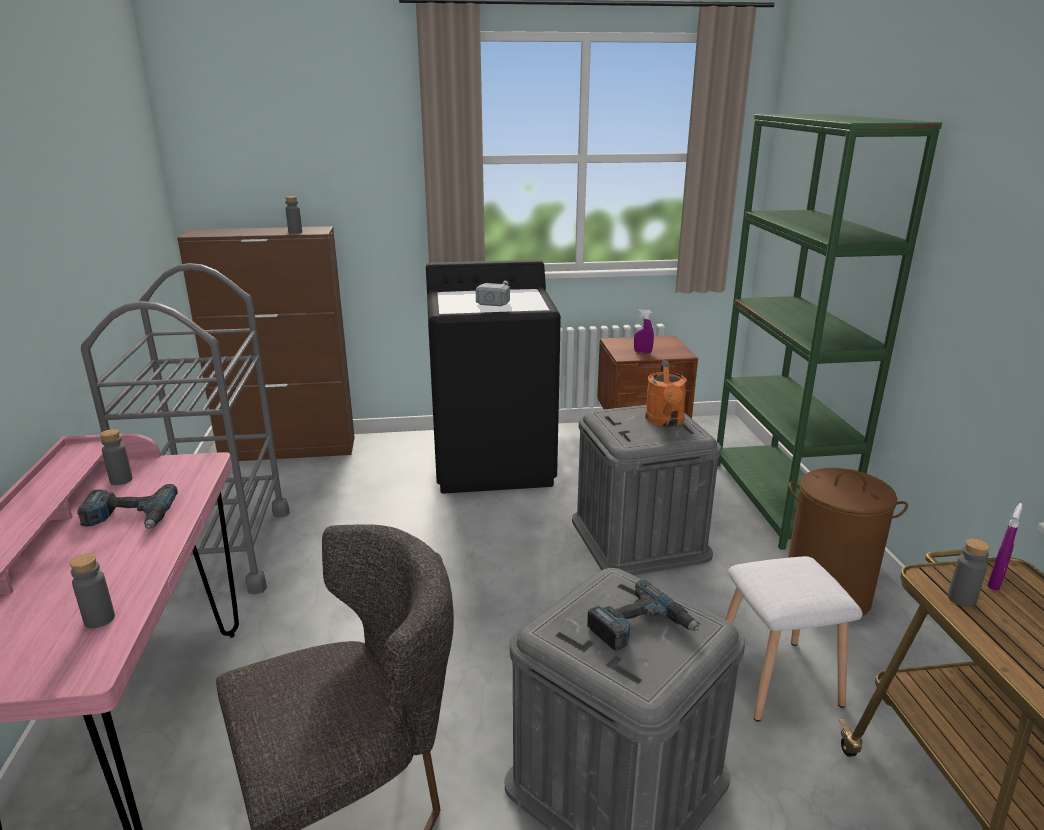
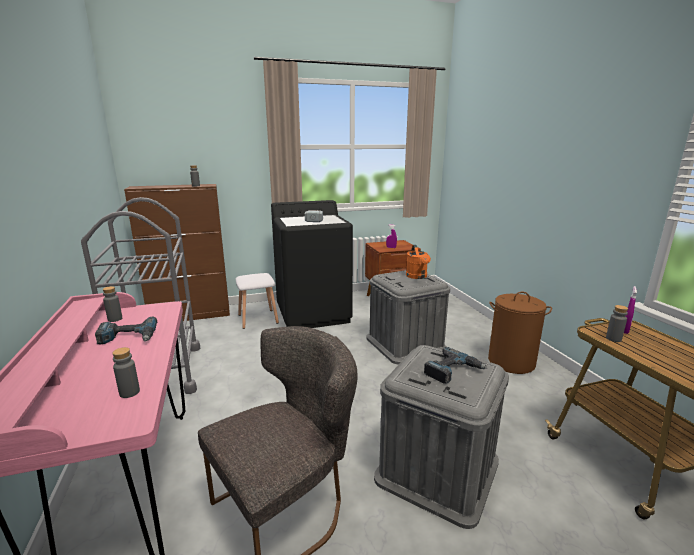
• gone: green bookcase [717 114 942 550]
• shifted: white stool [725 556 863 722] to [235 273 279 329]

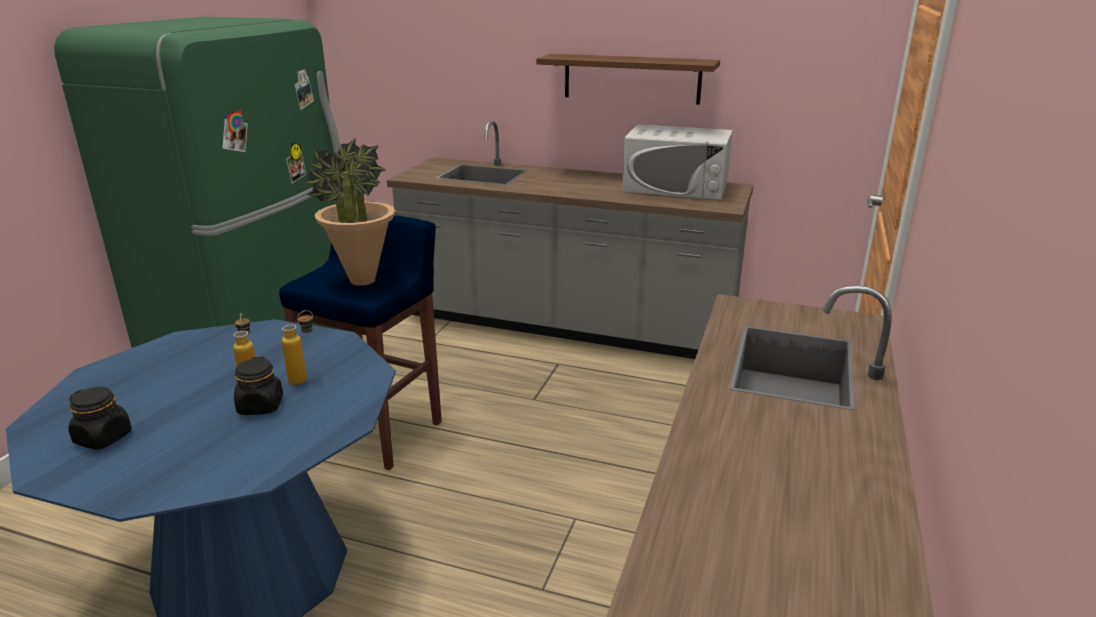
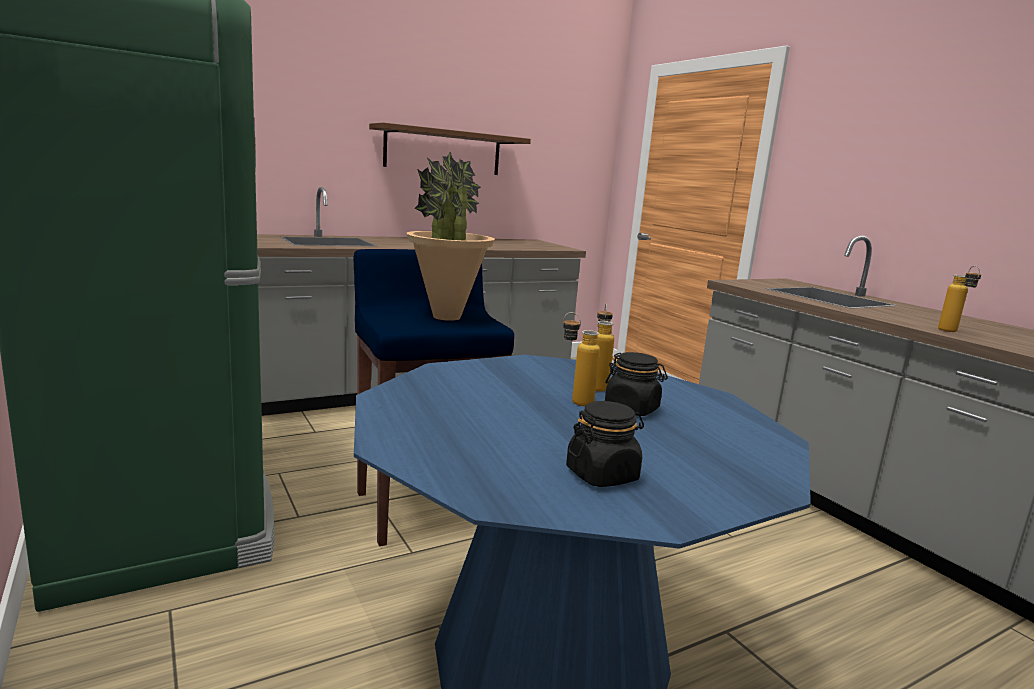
• gone: white microwave [622 125 733 200]
• new: bottle [938 266 981 332]

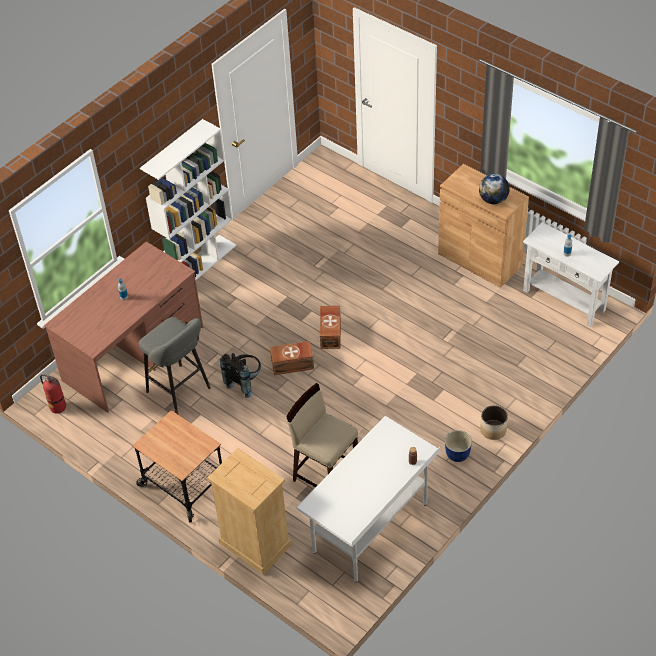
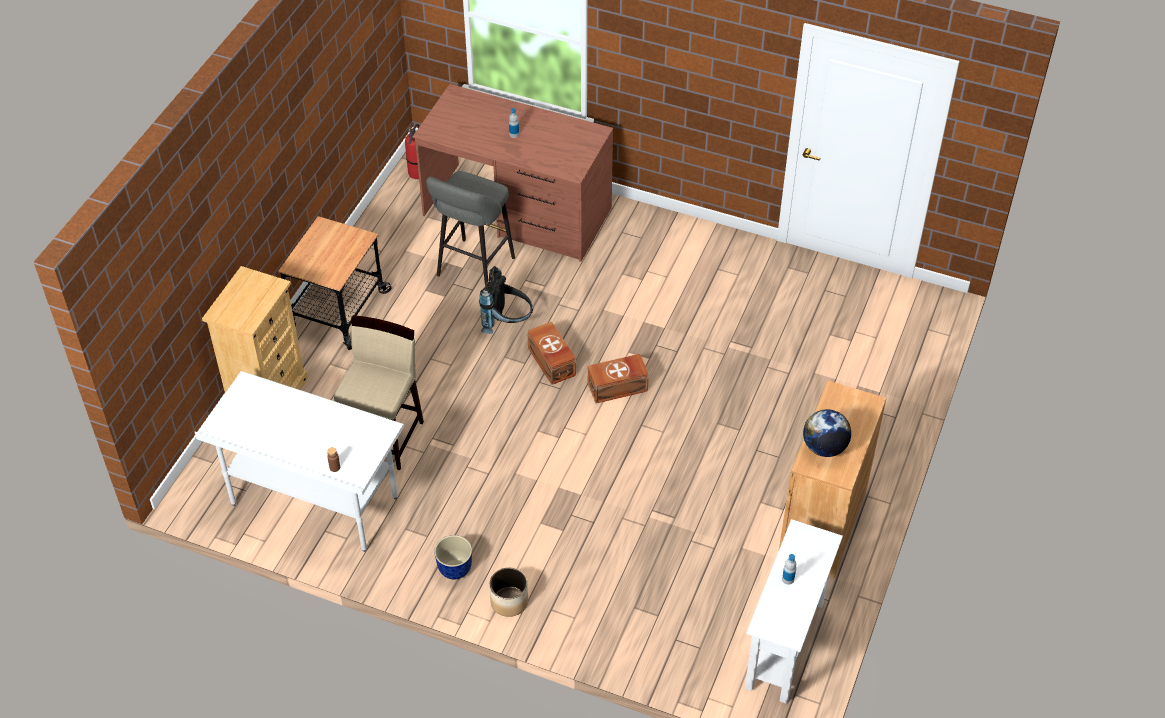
• gone: white bookcase [140 119 236 280]

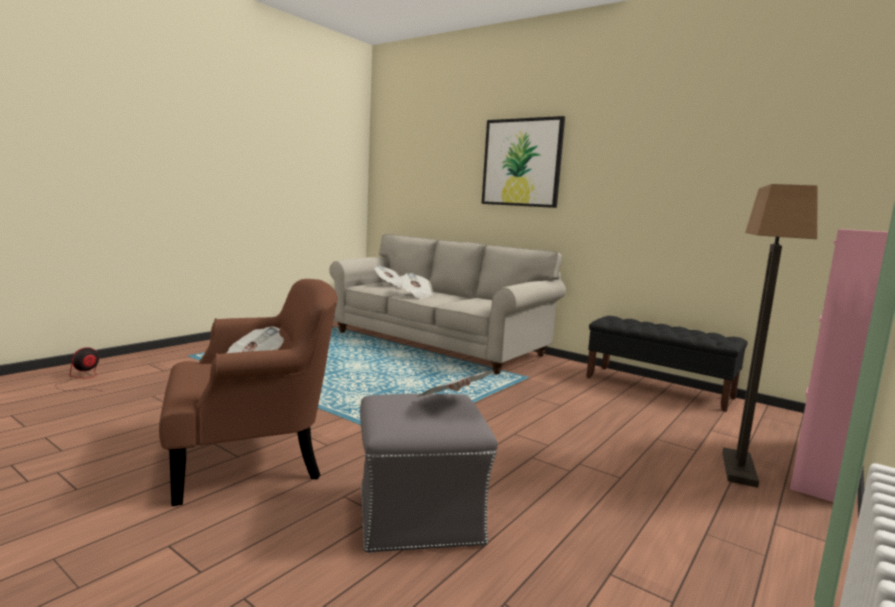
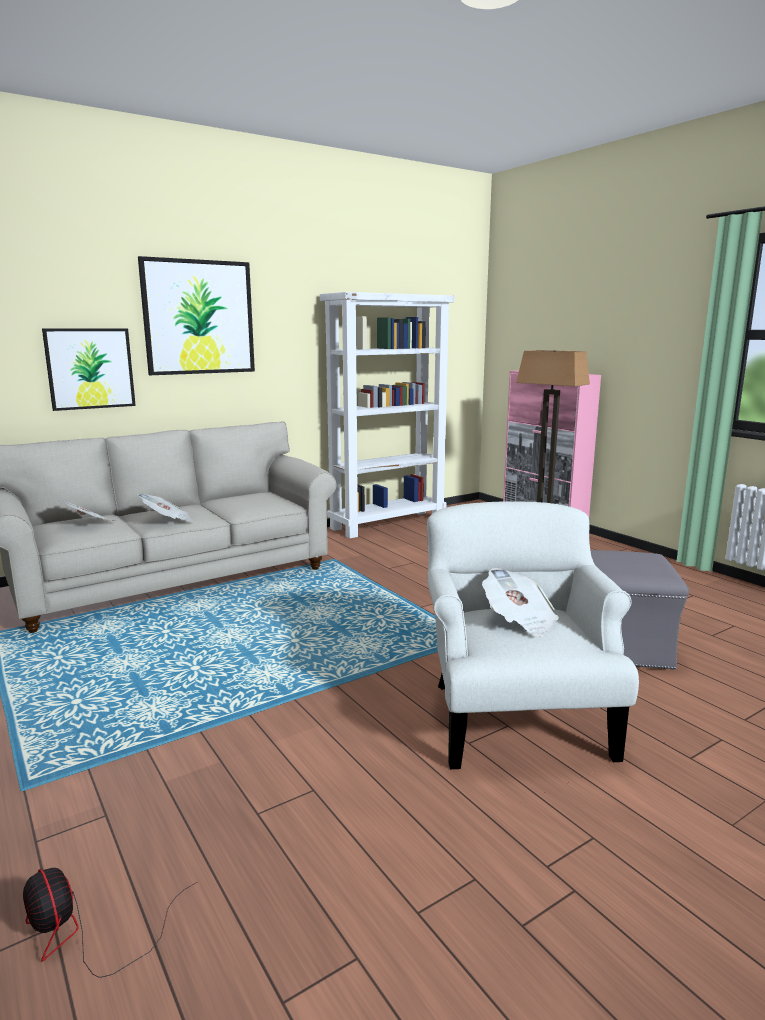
• gone: newspaper [417 371 494 397]
• new: picture [42 328 136 411]
• swapped: black bench [586 316 748 412] to white bookcase [320 292 454 538]
• repainted: brown armchair [159 279 338 506] to white armchair [427 501 639 769]

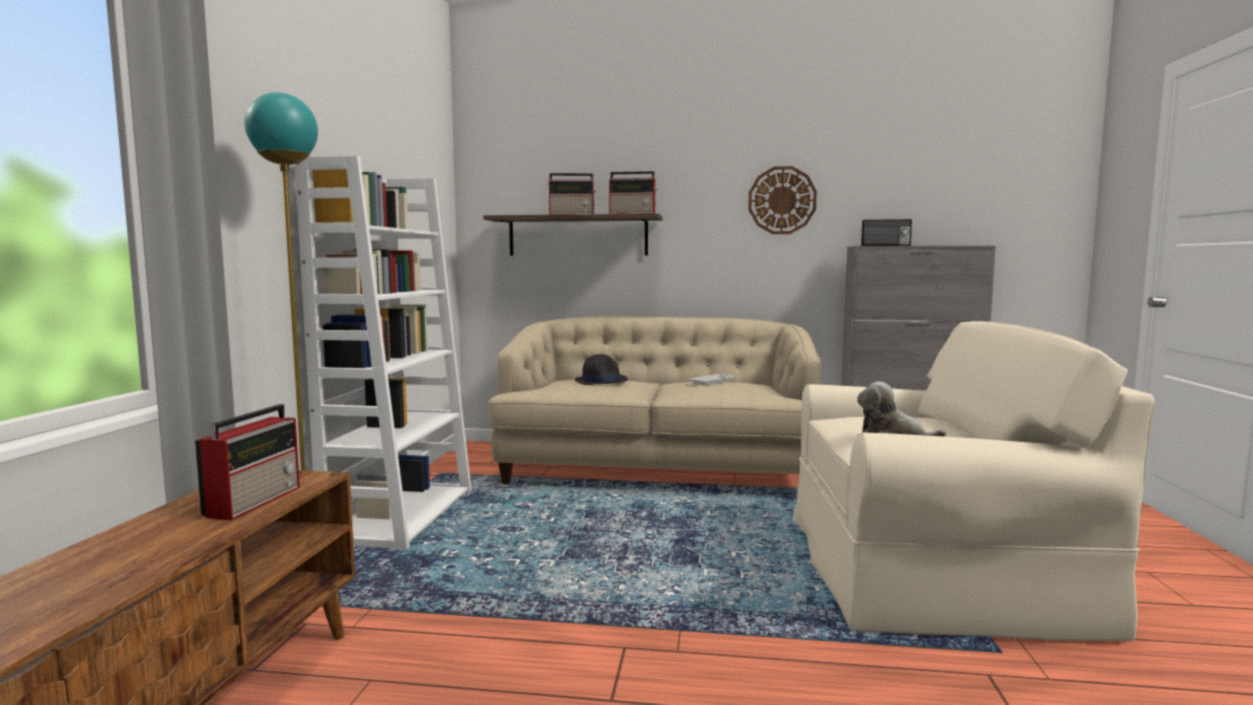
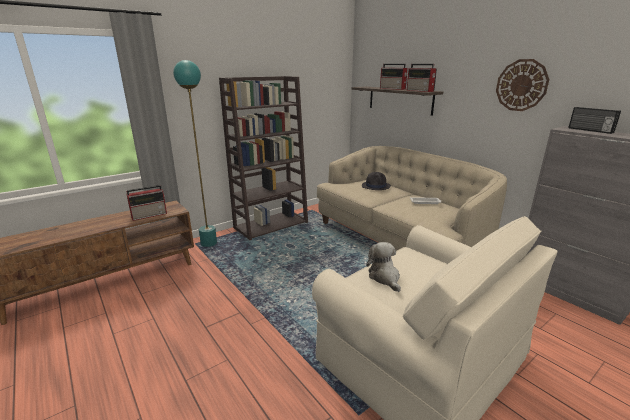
• repainted: white bookcase [295 156 472 549] to brown bookcase [219 76 308 240]

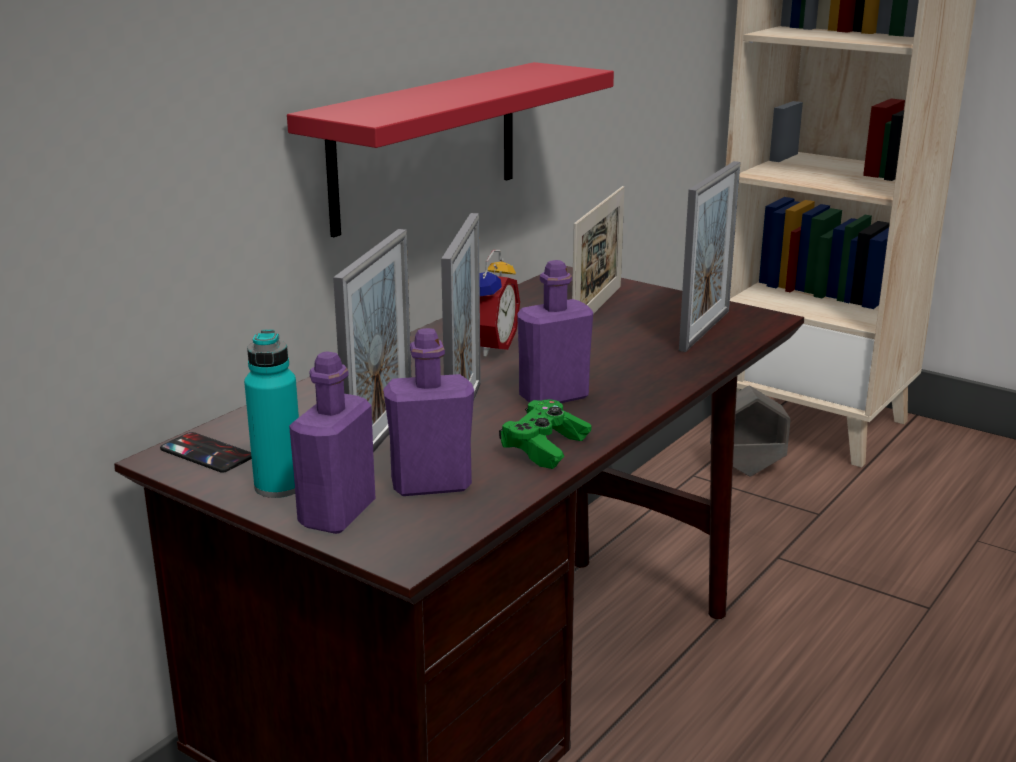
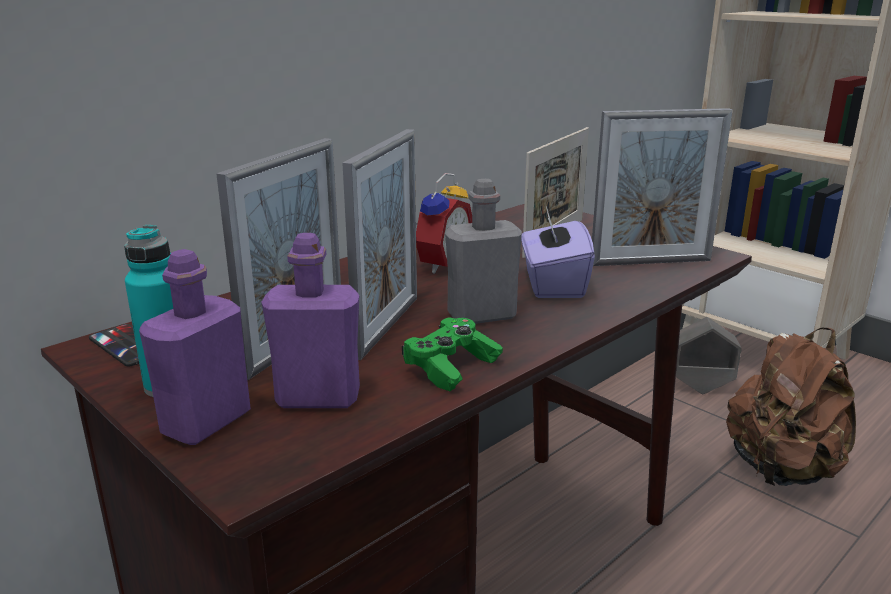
• gone: red shelf [287 62 614 237]
• new: purple tissue box [521 206 595 298]
• new: brown backpack [726 328 856 486]
• repainted: purple bottle [517 260 593 403] to grey bottle [445 179 522 324]
• rotated: picture frame [679 161 741 352] = [592 108 733 266] 45 degrees clockwise

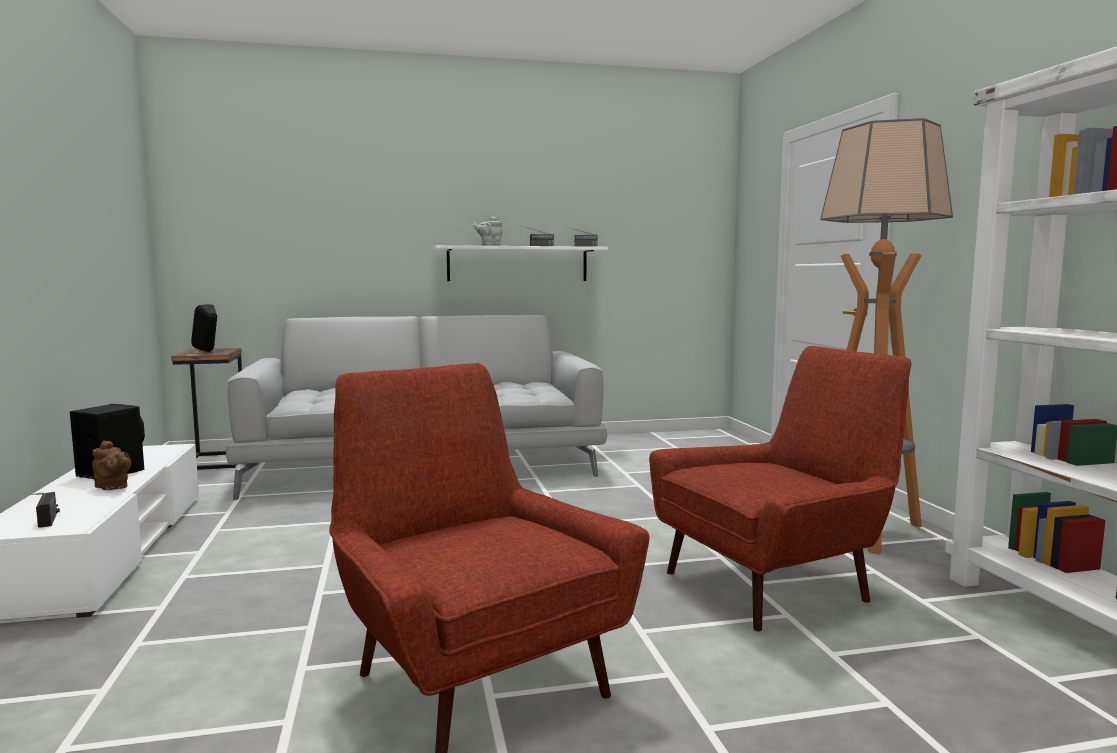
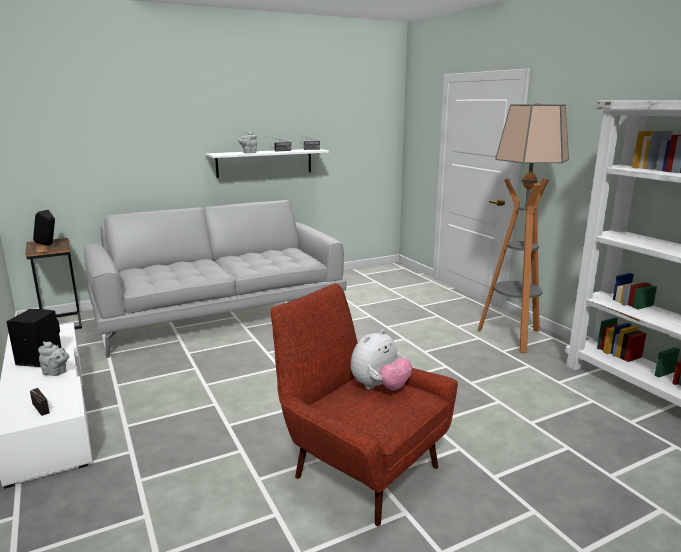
• gone: red armchair [649 345 911 631]
• new: plush toy [351 329 412 390]
• repainted: brown teapot [92 440 131 490] to grey teapot [38 341 69 376]

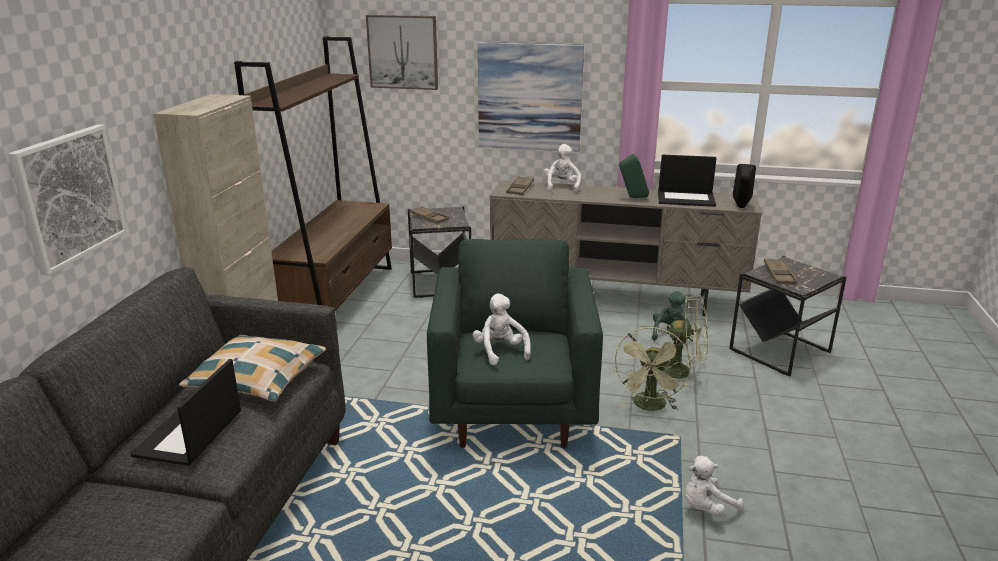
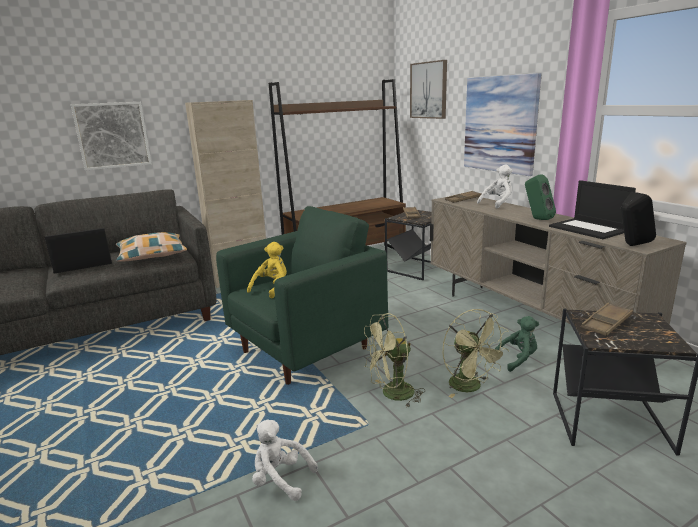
• repainted: white plush toy [473 293 531 365] to yellow plush toy [247 242 287 299]

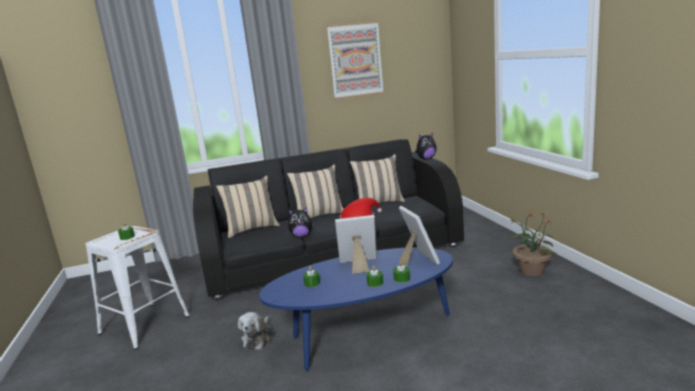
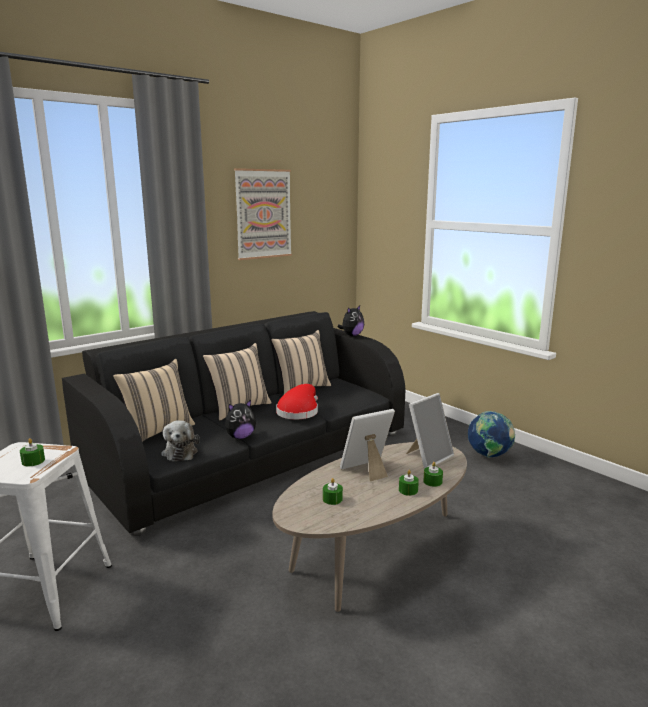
• shifted: plush toy [238 312 272 350] to [161 420 200 461]
• swapped: potted plant [506 212 557 276] to globe [468 411 515 458]
• repainted: blue coffee table [259 247 453 371] to beige coffee table [272 442 467 612]
• rotated: picture frame [399 206 440 266] = [406 393 454 469] 90 degrees clockwise

